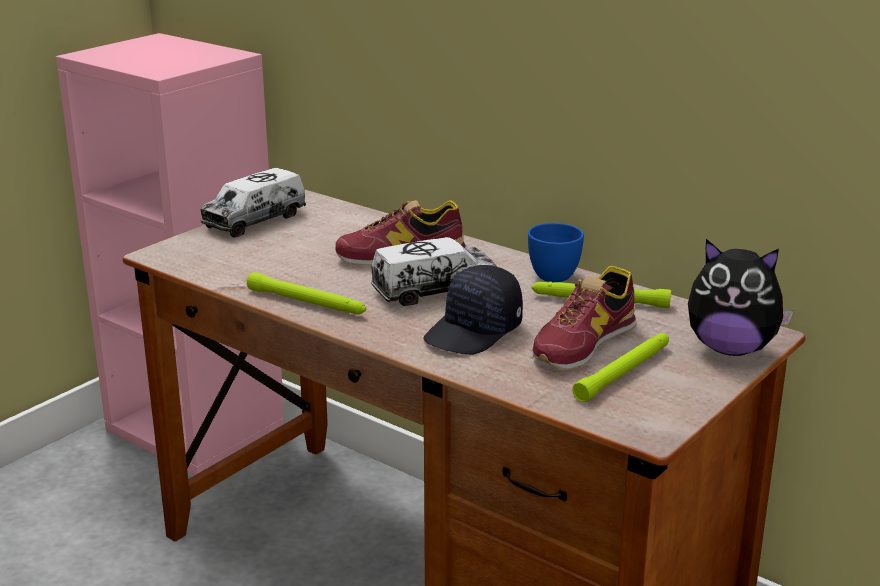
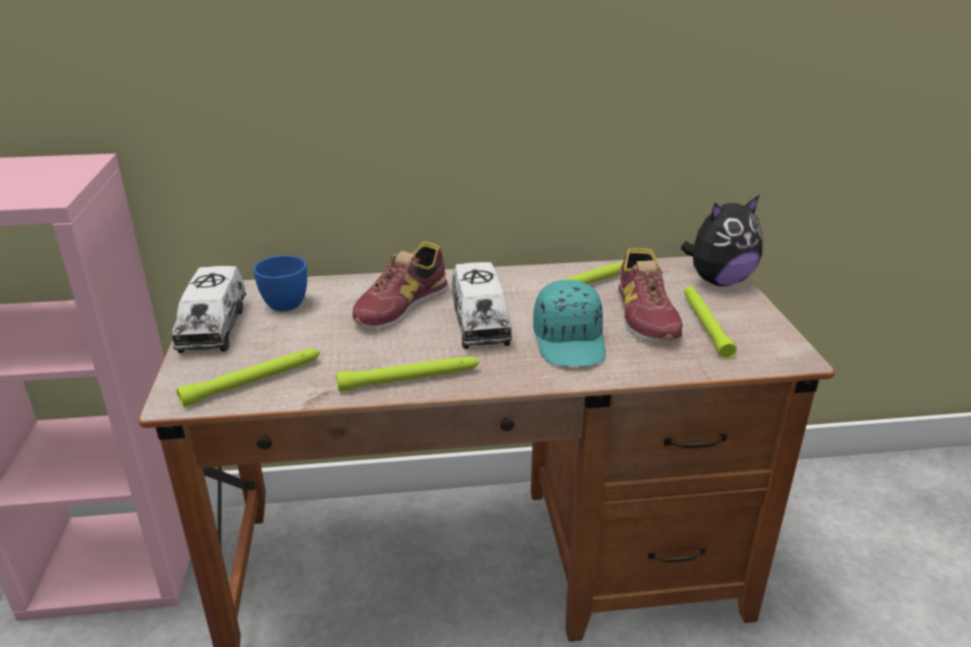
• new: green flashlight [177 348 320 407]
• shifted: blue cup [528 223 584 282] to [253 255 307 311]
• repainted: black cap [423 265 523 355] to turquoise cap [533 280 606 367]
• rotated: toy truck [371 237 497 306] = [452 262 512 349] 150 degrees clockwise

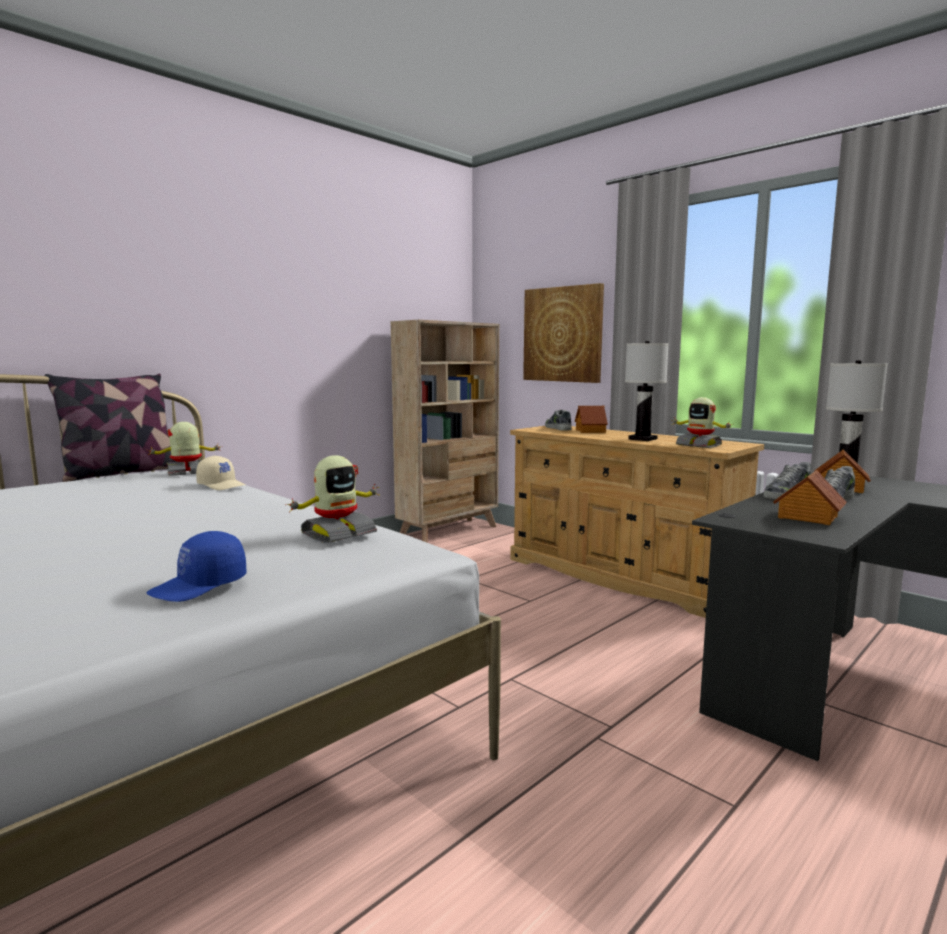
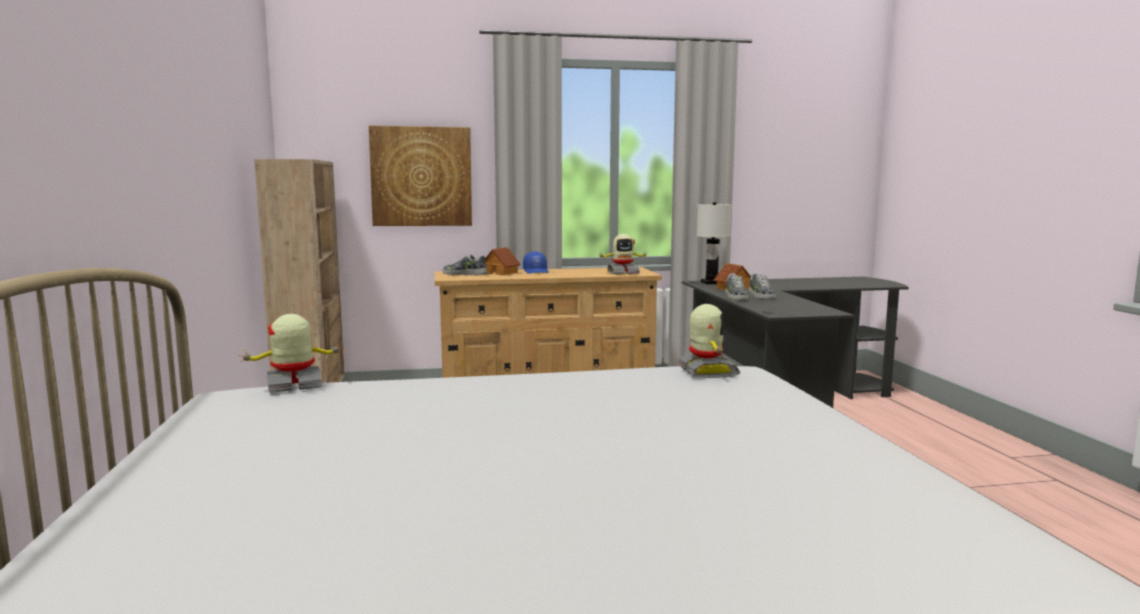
• gone: pillow [44 374 177 482]
• gone: beige cap [196 456 245 490]
• gone: white table lamp [625 341 669 441]
• gone: toy house [773 470 847 525]
• shifted: blue cap [146 531 247 602] to [523 251 548 274]
• rotated: toy robot [147 422 223 476] = [239 314 344 393] 60 degrees clockwise

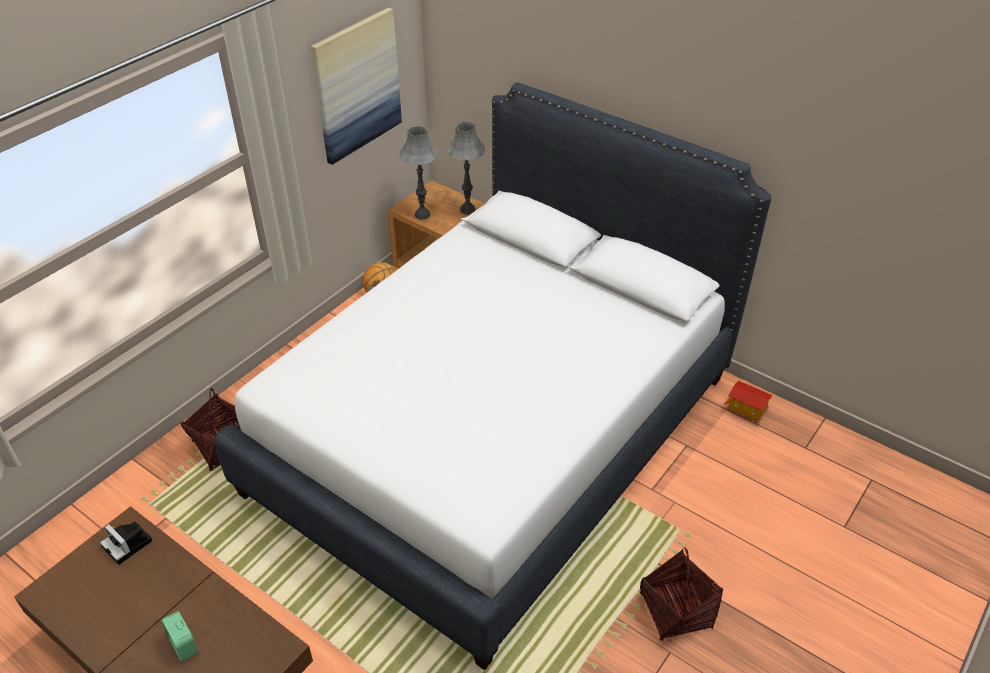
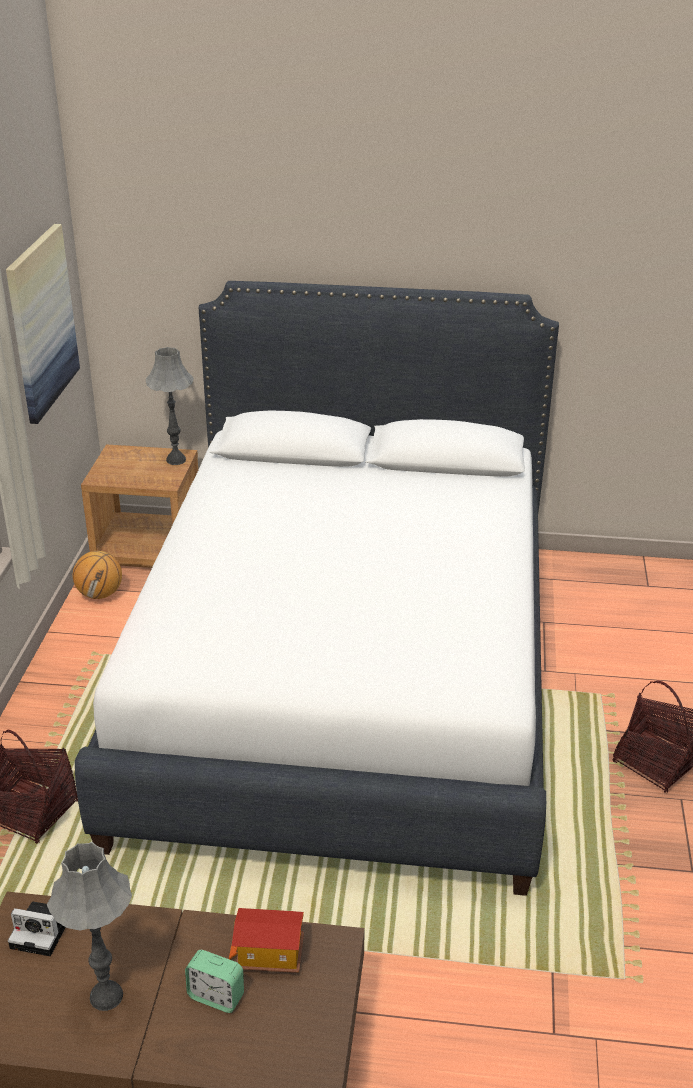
• shifted: grey table lamp [400 126 438 220] to [47 842 132 1011]
• shifted: toy house [724 381 772 423] to [229 908 304 973]

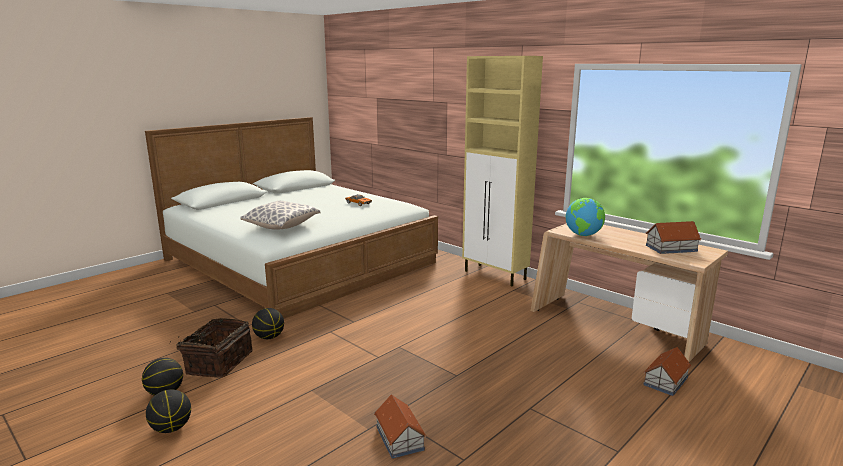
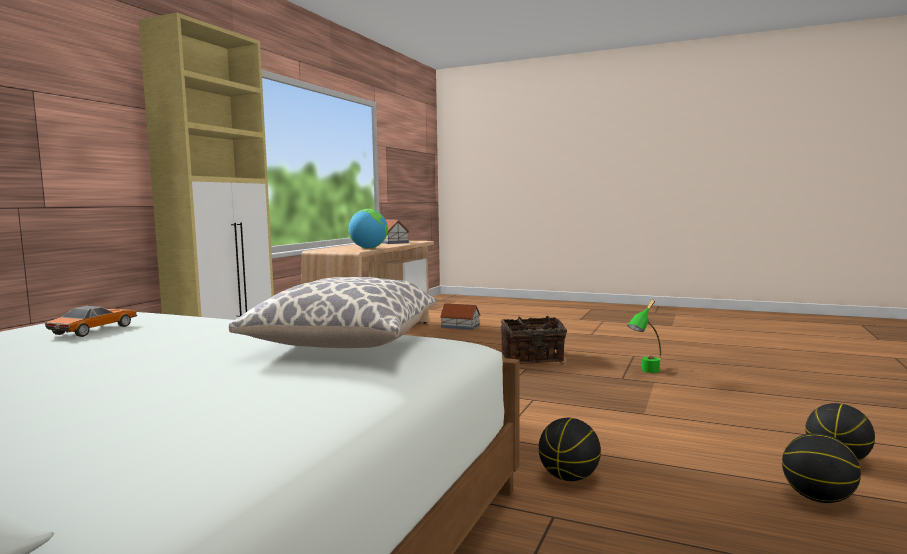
• shifted: basket [170 318 253 378] to [501 316 567 364]
• swapped: toy house [374 394 427 459] to green table lamp [627 299 661 373]

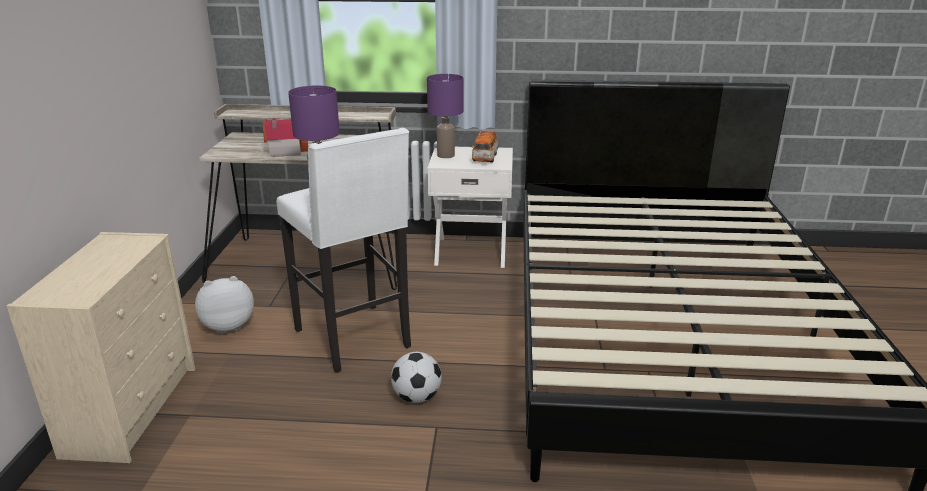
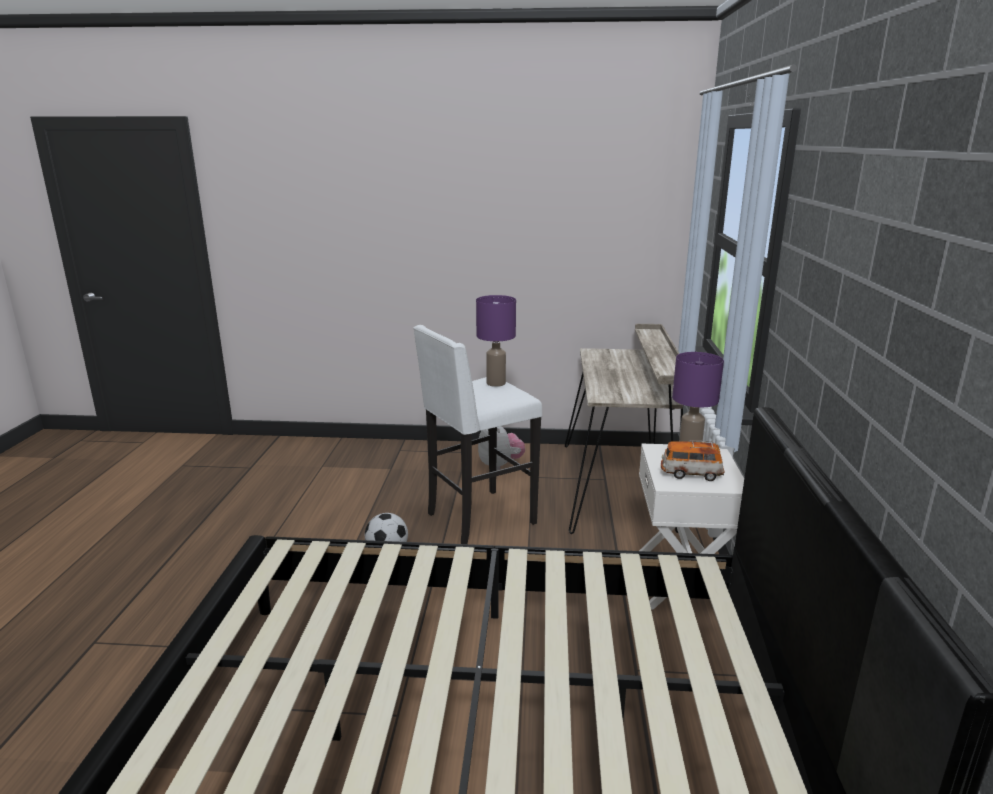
• gone: beige dresser [6 232 195 463]
• gone: toy house [263 118 308 157]

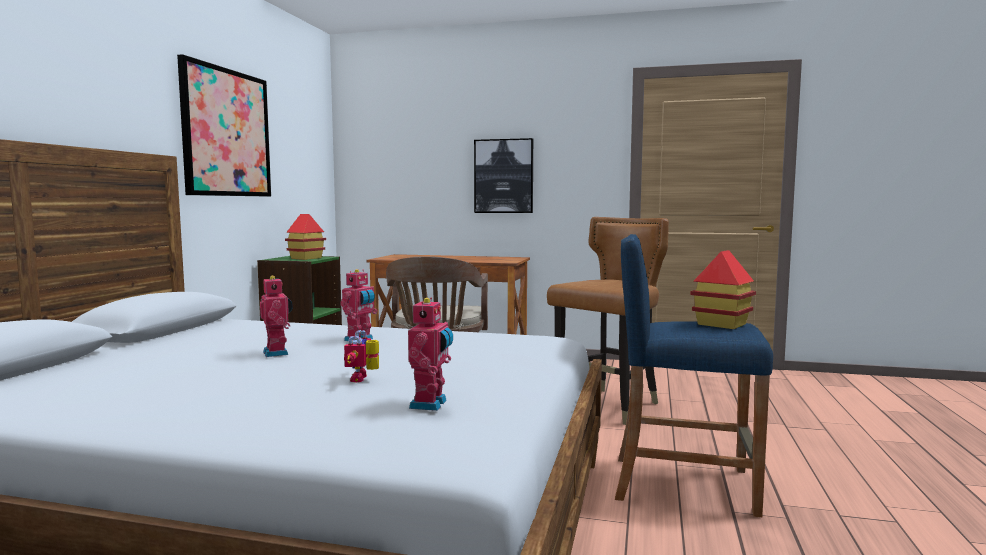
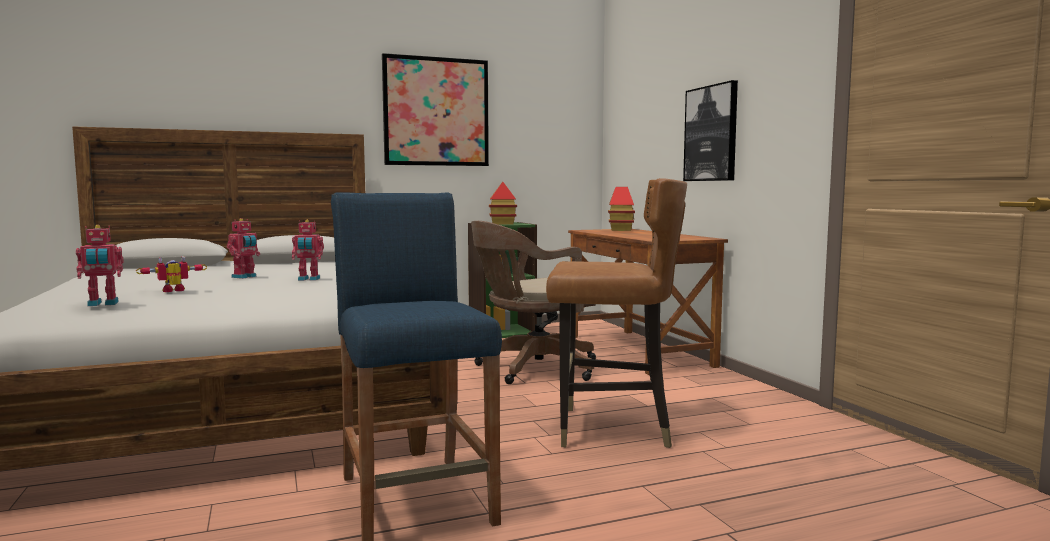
• shifted: toy house [690 250 756 329] to [608 187 635 231]

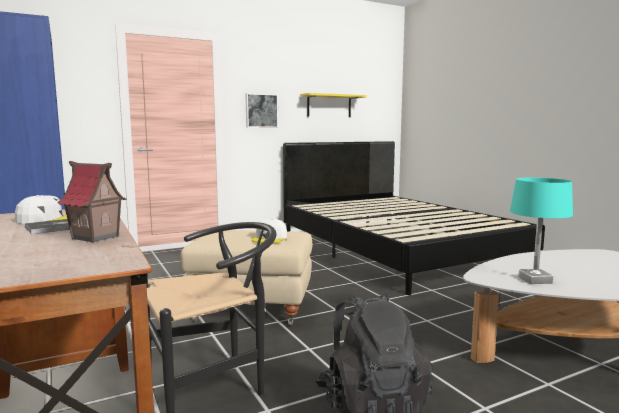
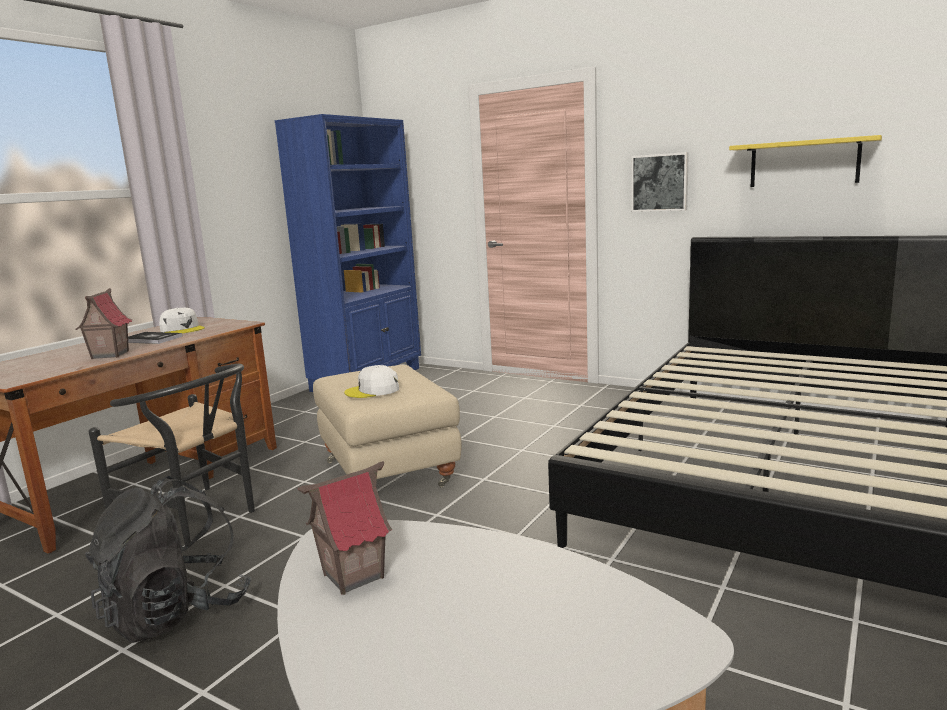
• swapped: turquoise table lamp [510 178 573 284] to toy house [298 461 392 595]

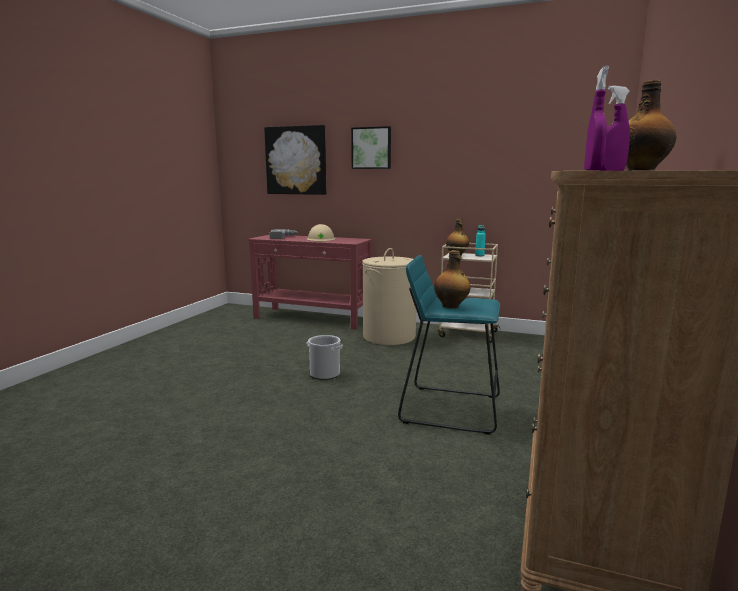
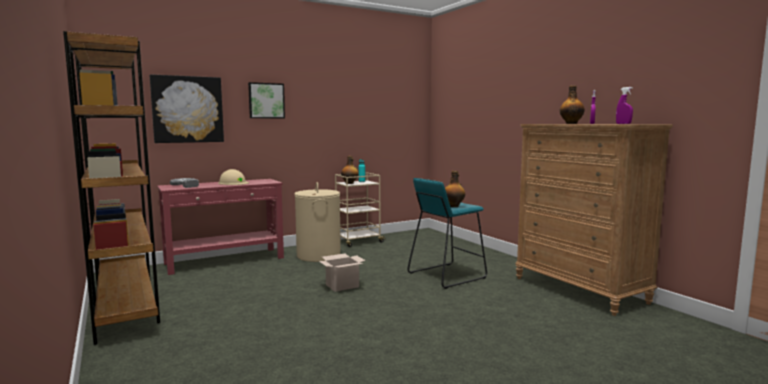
• new: brown bookcase [63 31 160 345]
• swapped: bucket [307 335 343 380] to cardboard box [319 253 366 292]

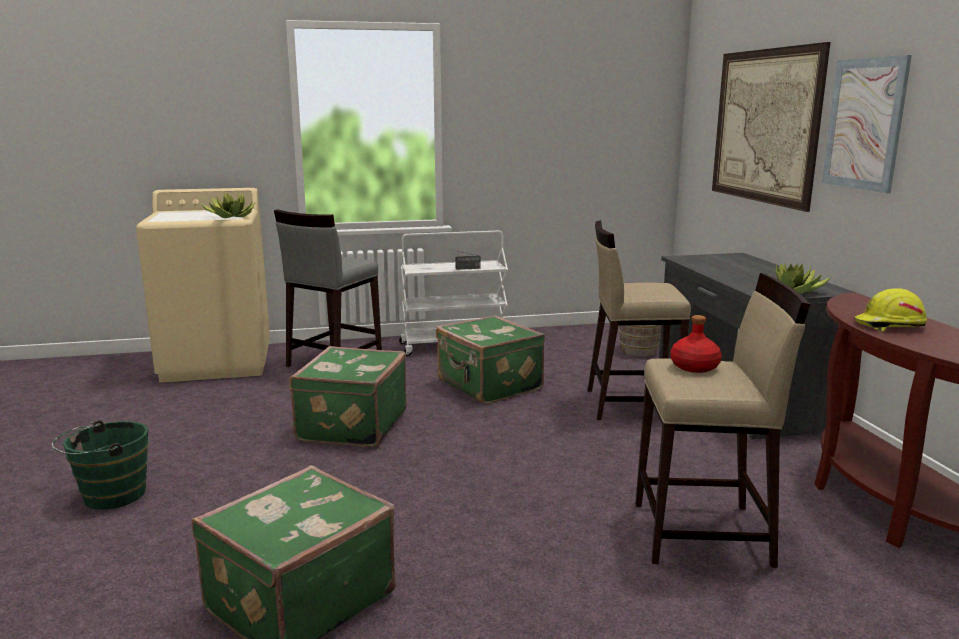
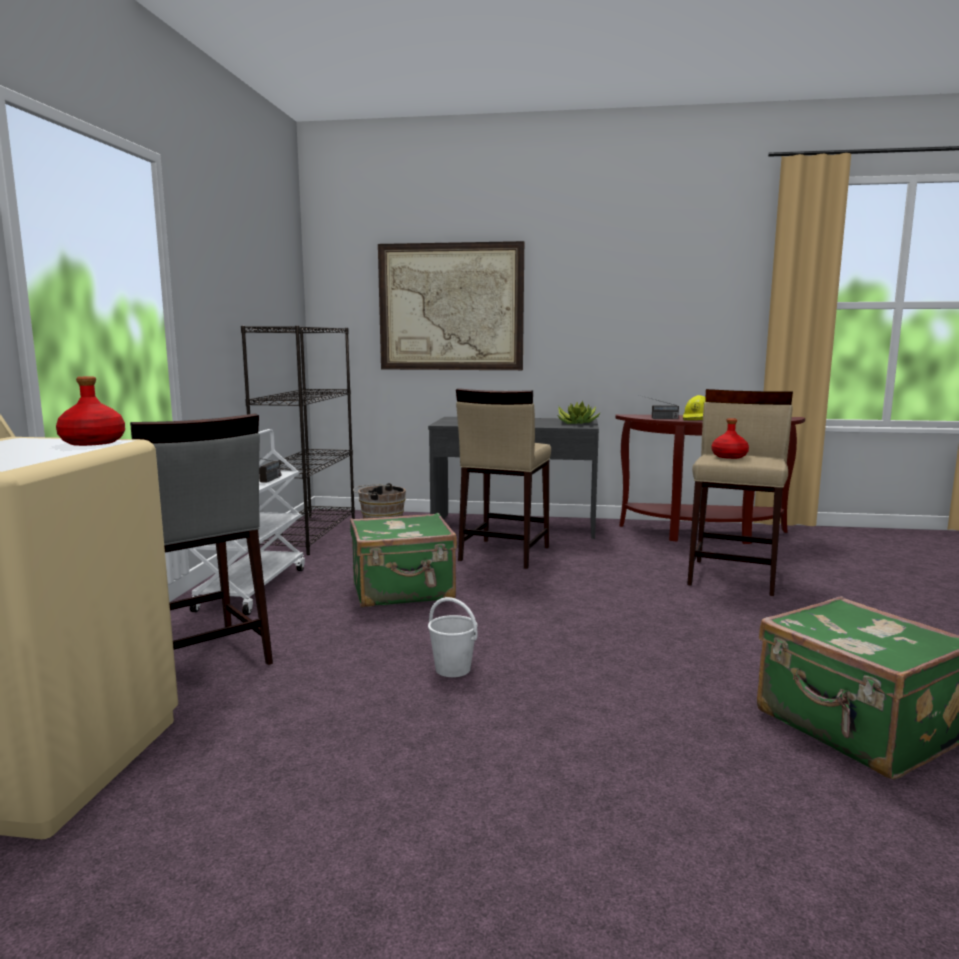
• gone: green bucket [52 420 149 510]
• gone: picture [822 55 912 193]
• new: black bookcase [241 326 355 555]
• new: radio [639 395 679 419]
• swapped: potted plant [201 192 255 218] to red bottle [56 376 125 446]
• swapped: green suitcase [289 346 407 447] to white bucket [428 597 478 677]

